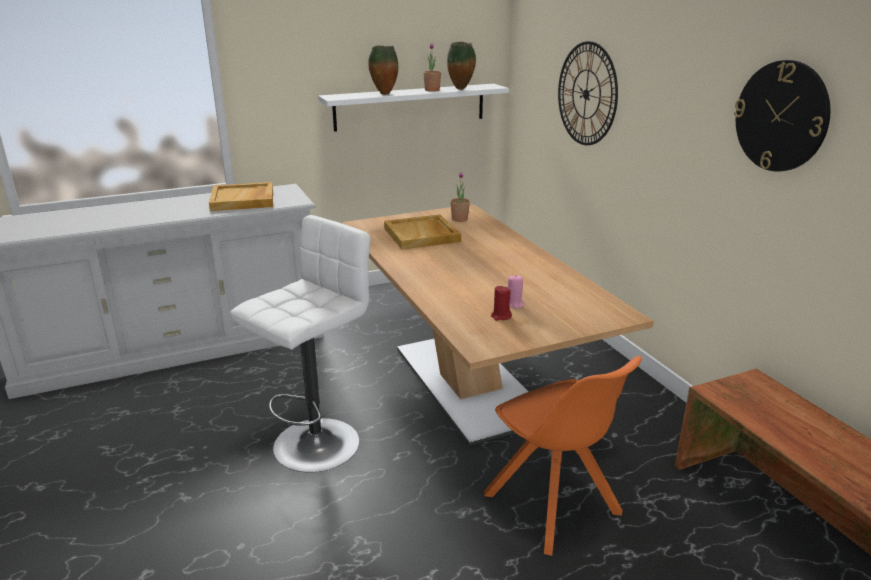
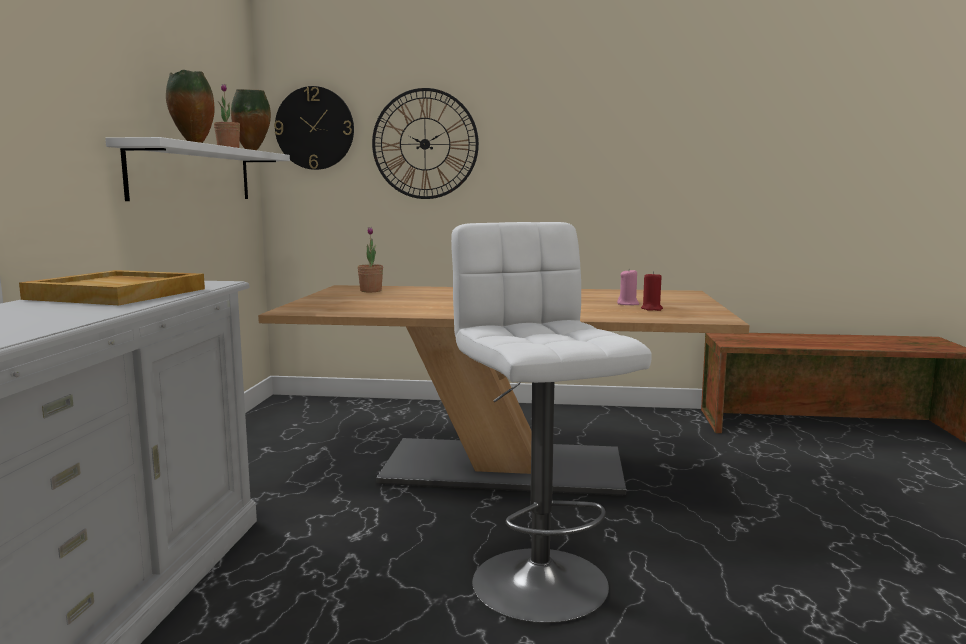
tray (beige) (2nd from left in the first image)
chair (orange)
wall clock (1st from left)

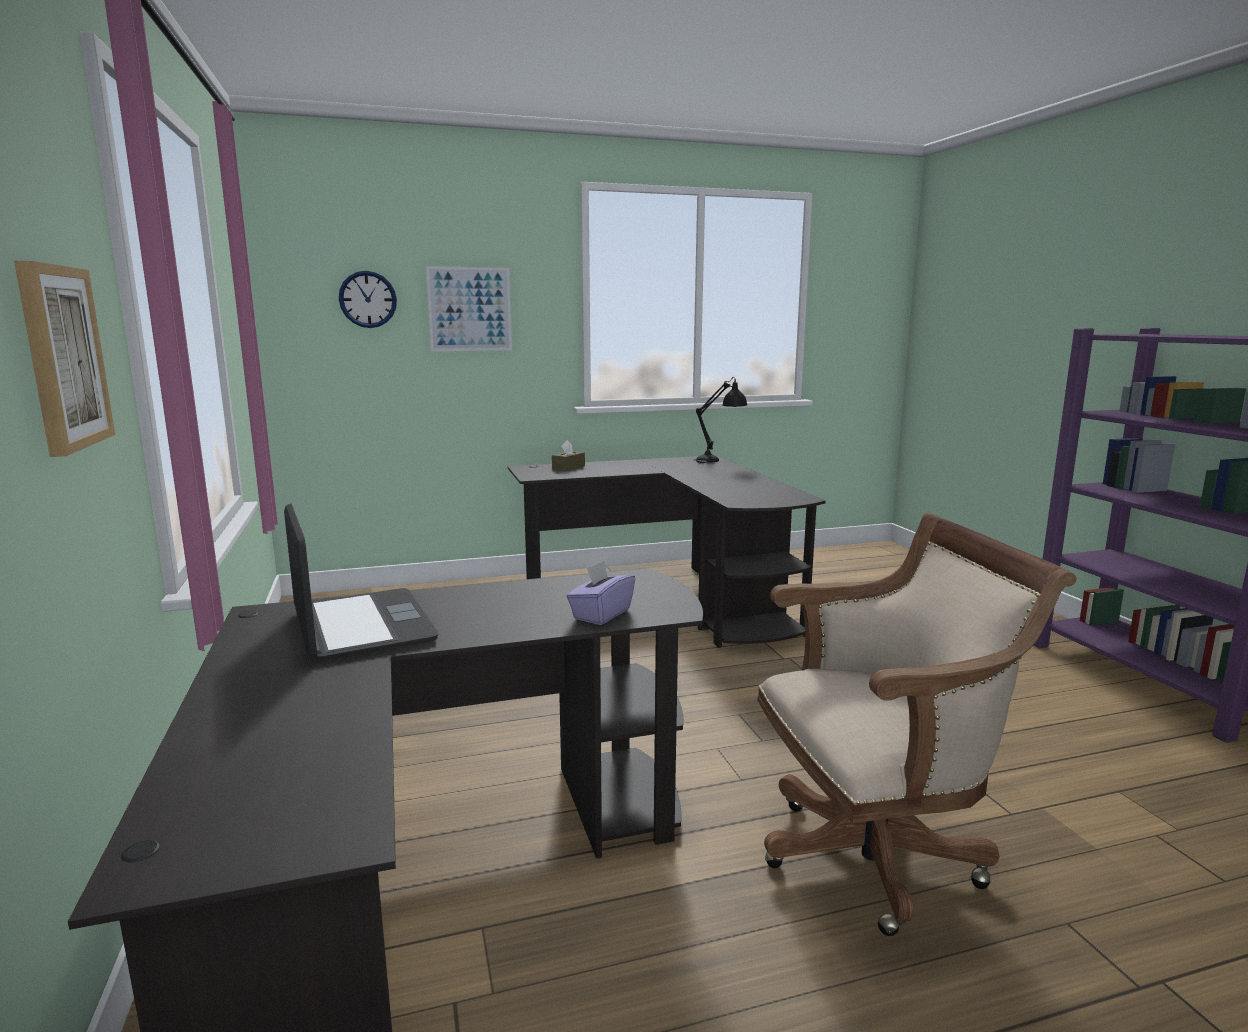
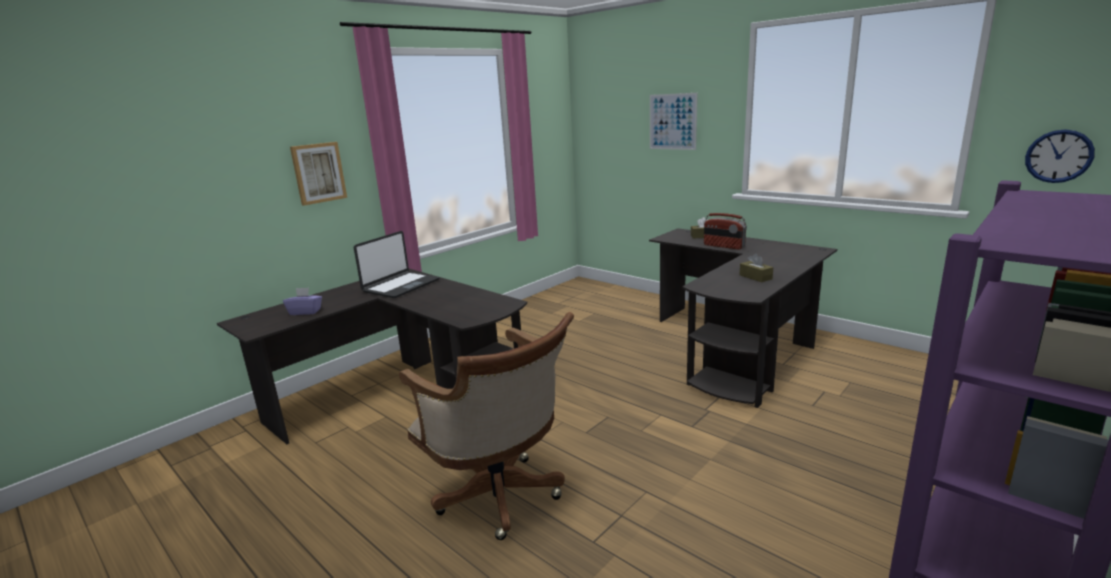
wall clock
tissue box (purple)
table lamp (black)
radio
tissue box (brown) (2nd from left)

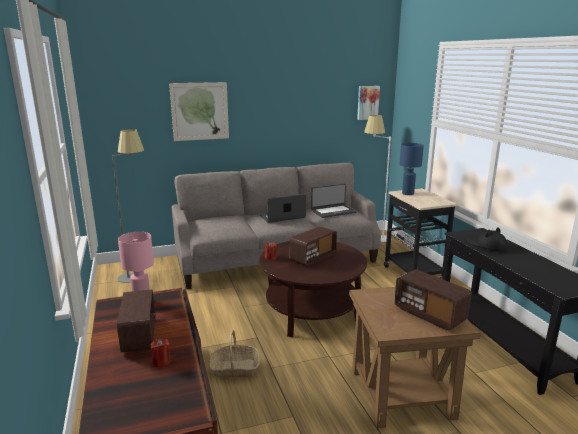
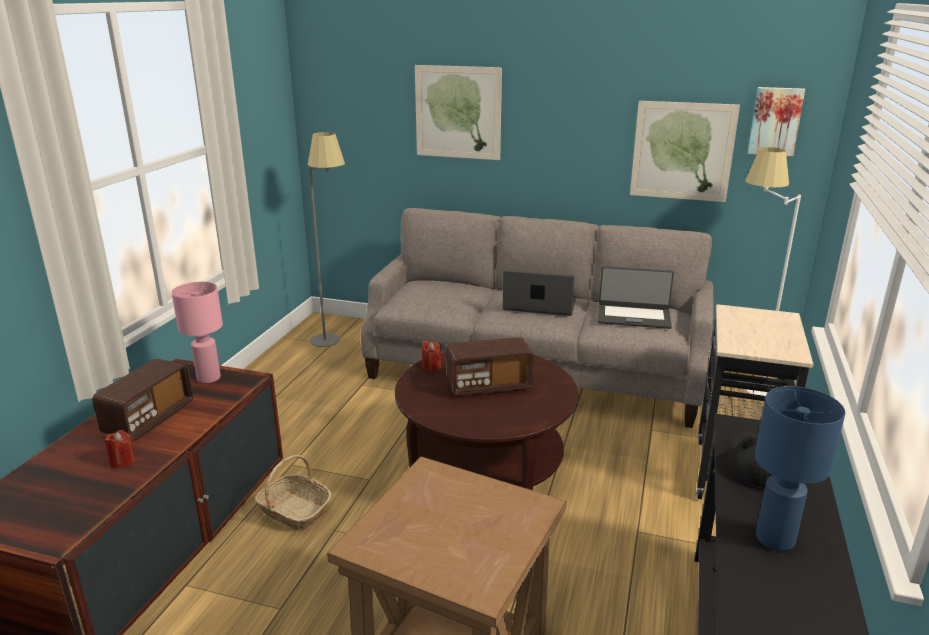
radio (3rd from left in the first image)
table lamp (blue)
picture (2nd from left)

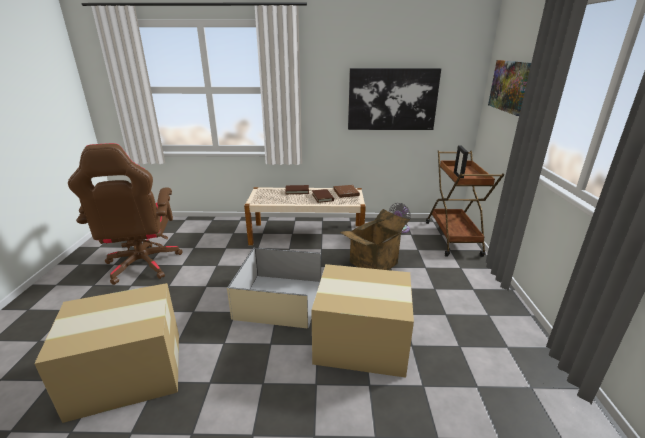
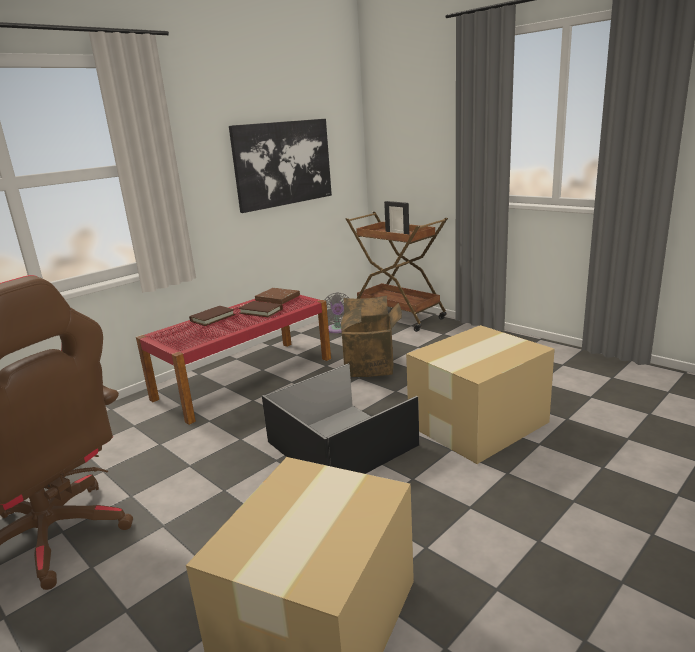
storage box (black)
bench (red)
picture (2nd from left in the first image)

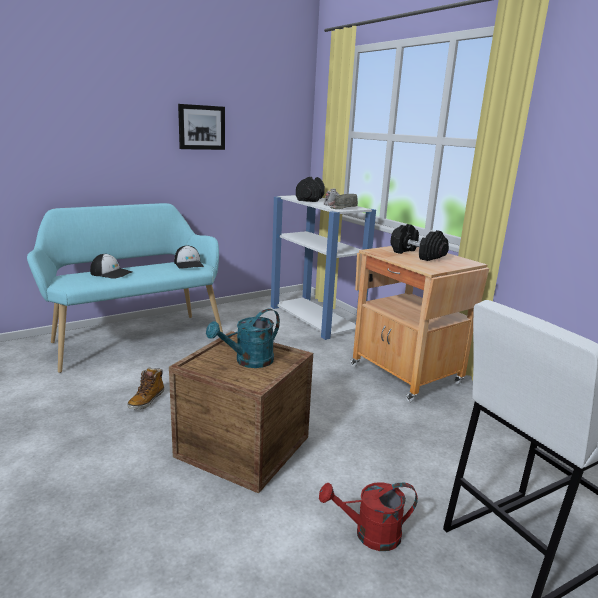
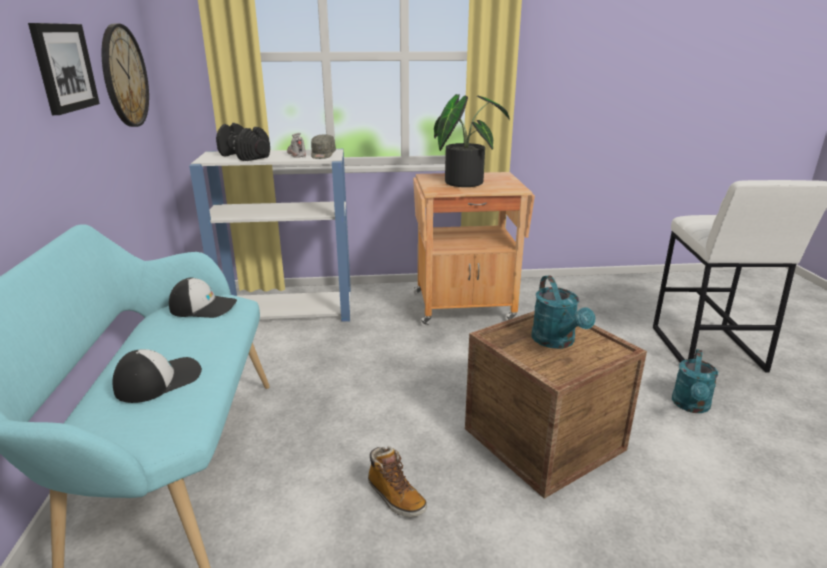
watering can (turquoise) (2nd from left)
potted plant
wall clock

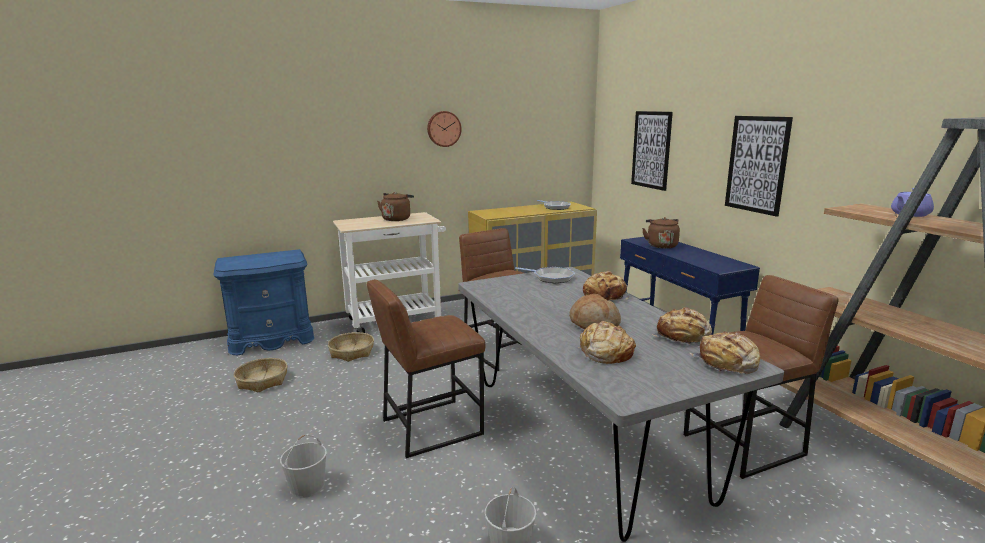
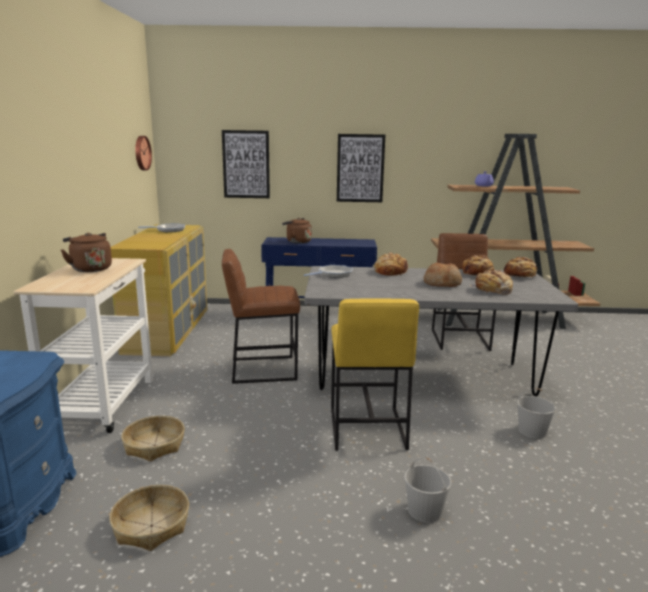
chair (yellow)
wall clock

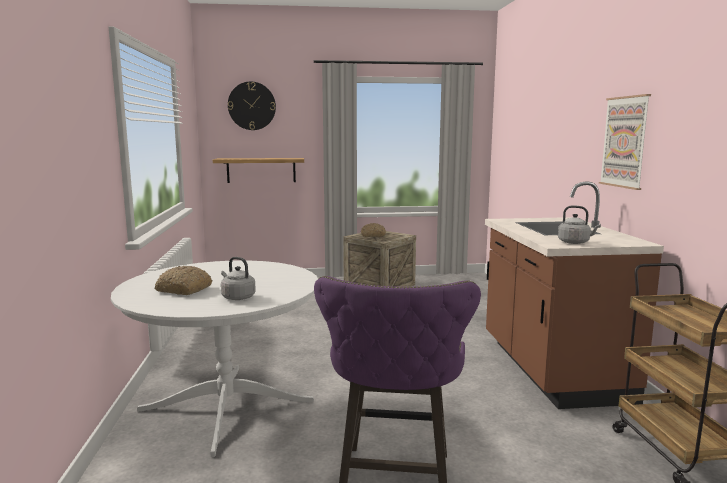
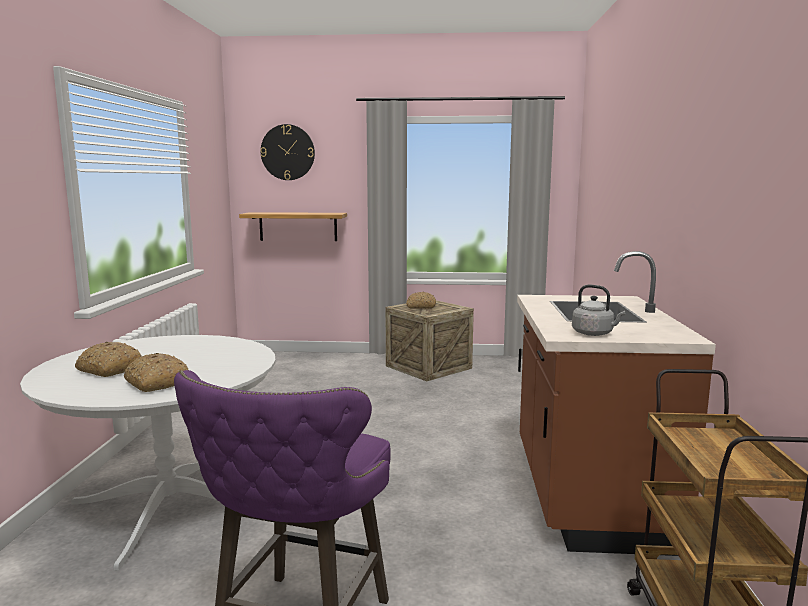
bread (2nd from left)
picture

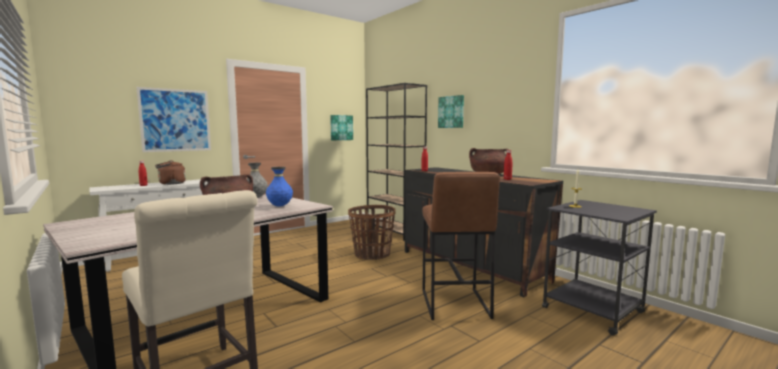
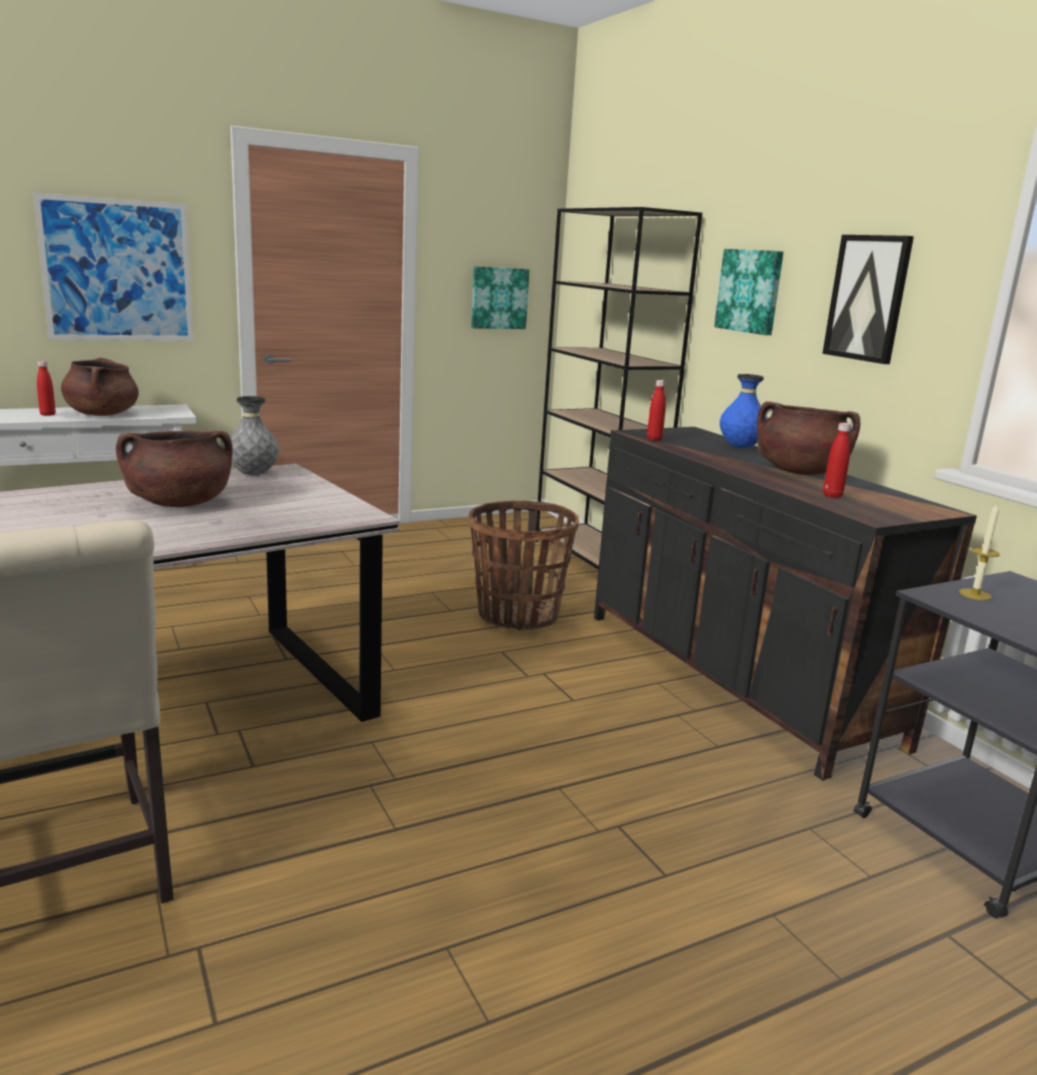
cooking pot (brown) (1st from left)
vase (blue)
stool (brown)
picture (4th from left)

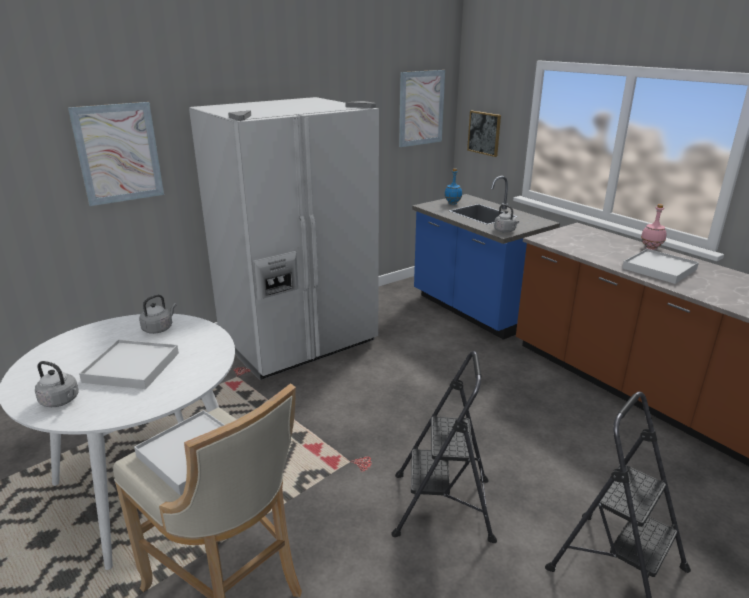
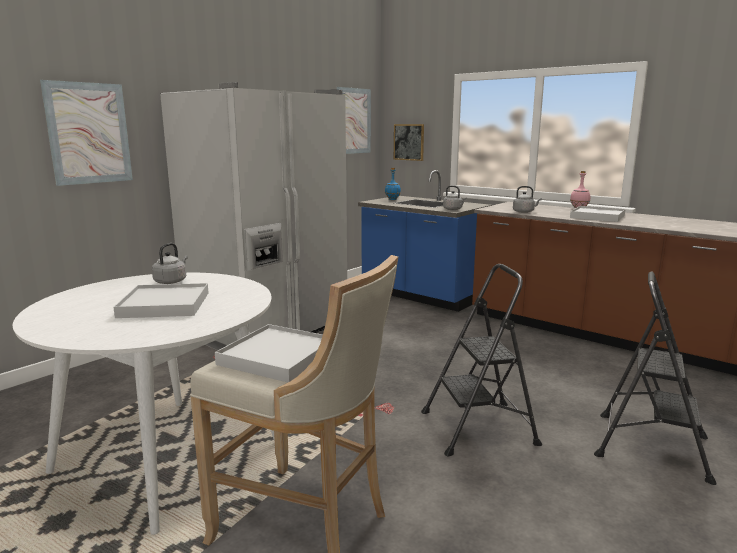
kettle (grey) (3rd from left)

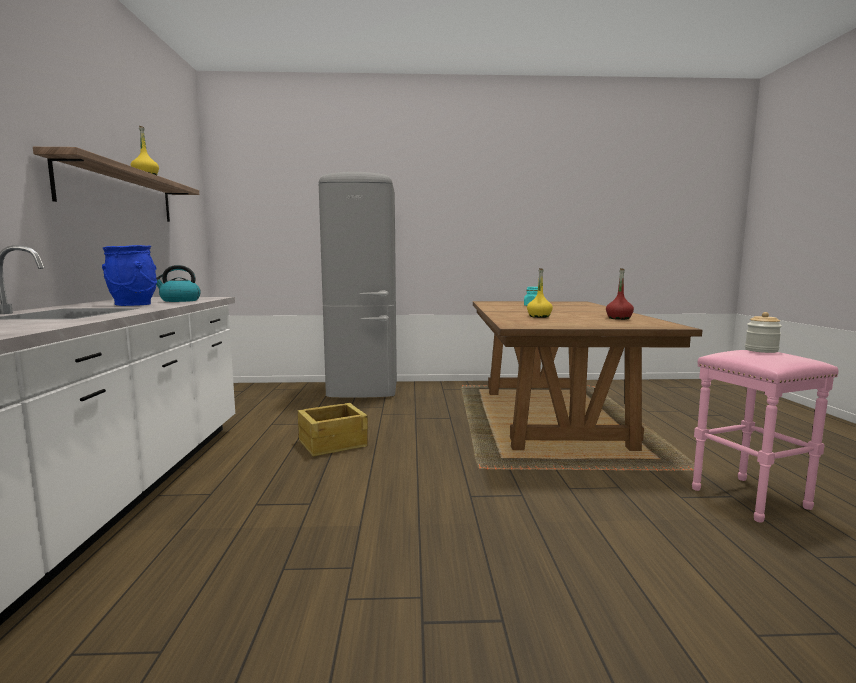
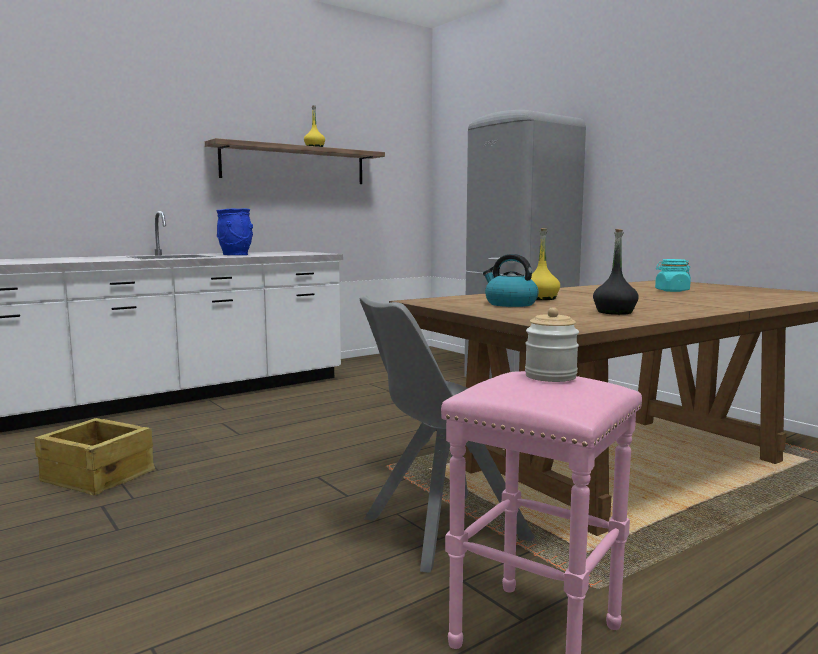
kettle
crate
bottle (black)
chair (grey)

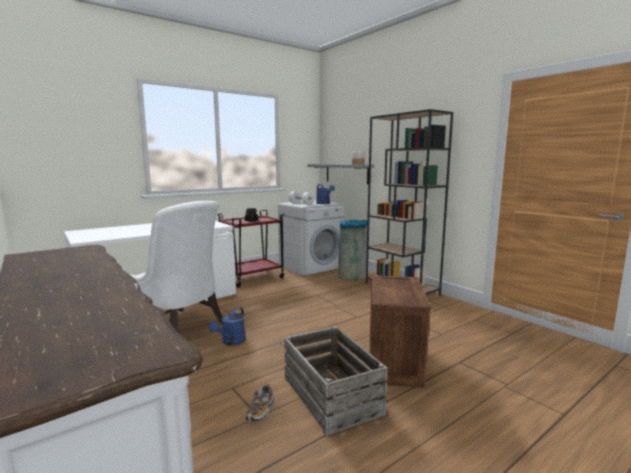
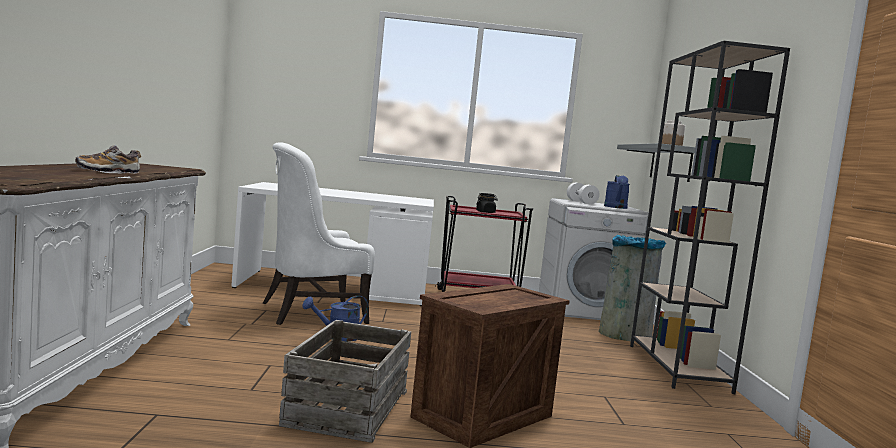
chair (white)
shoe

